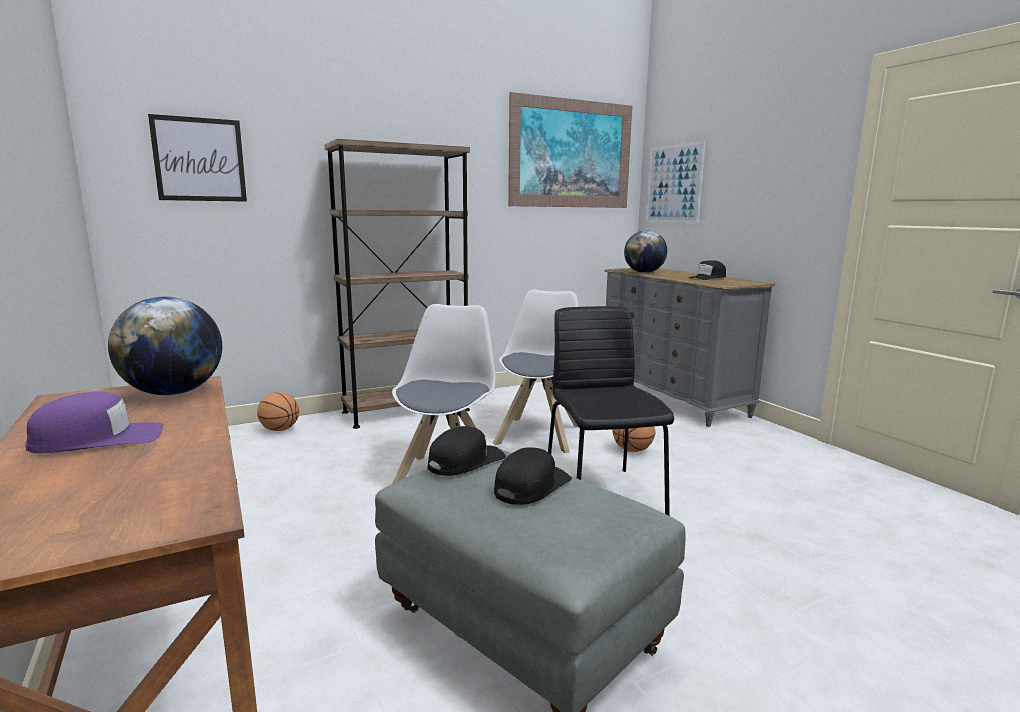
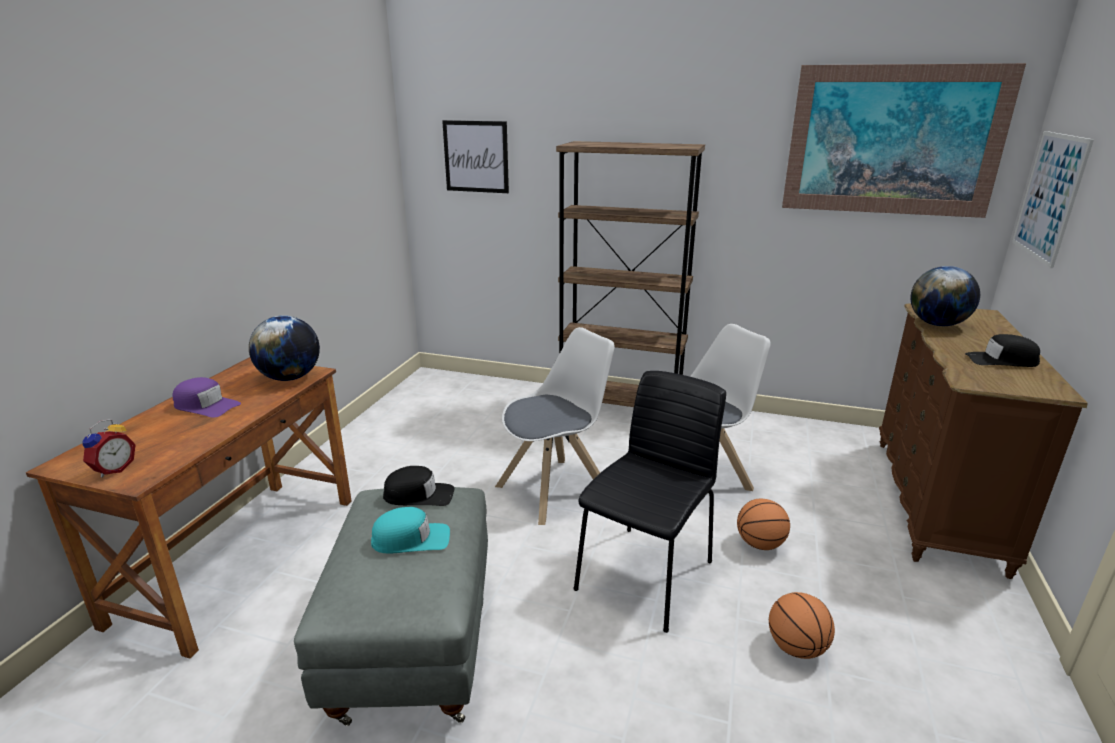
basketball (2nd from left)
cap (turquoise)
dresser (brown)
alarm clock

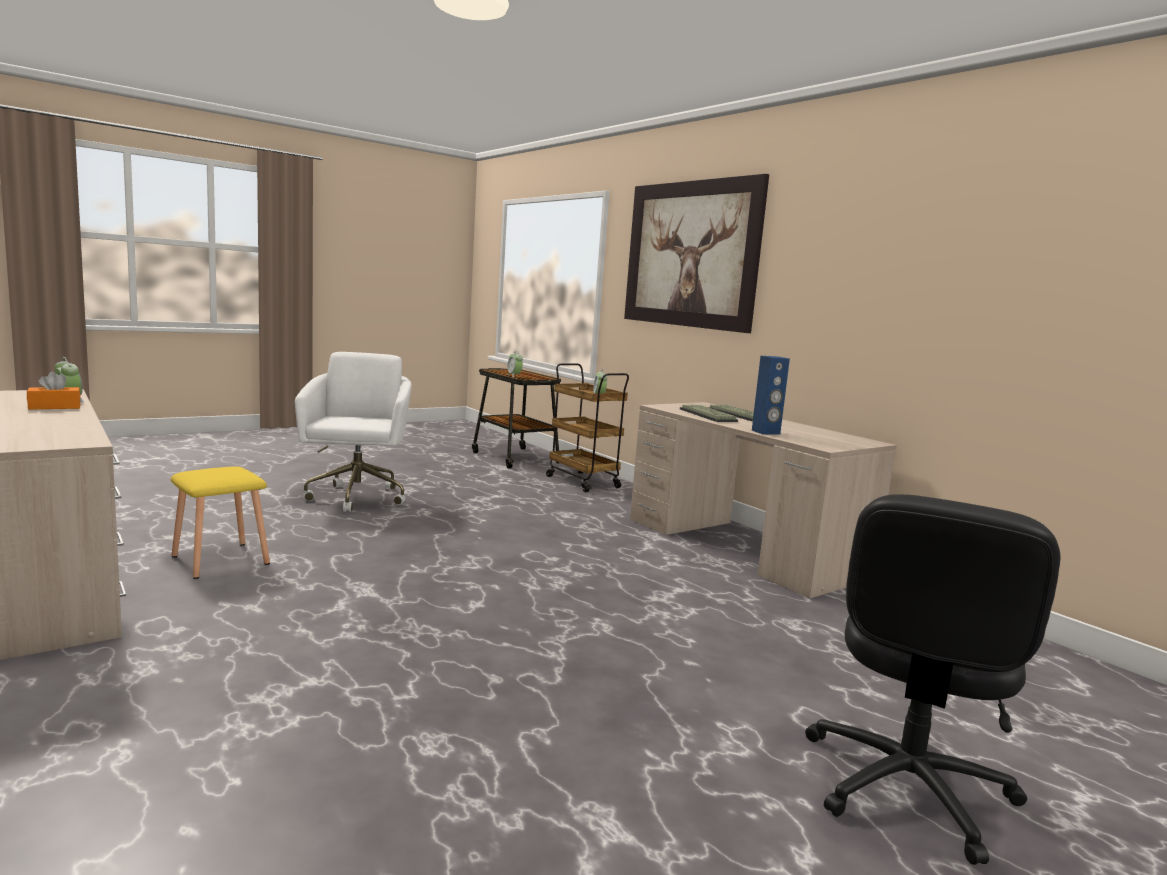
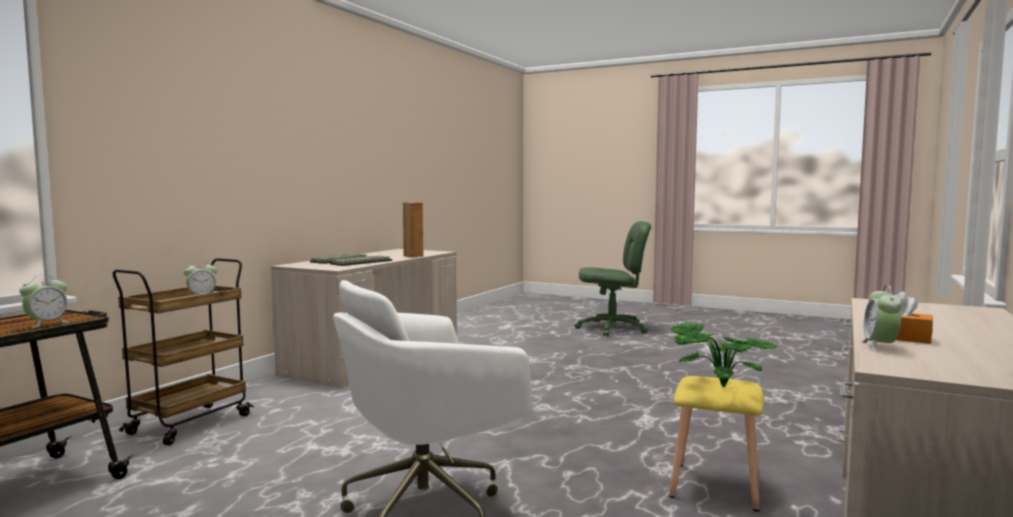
picture
speaker (brown)
office chair (green)
potted plant

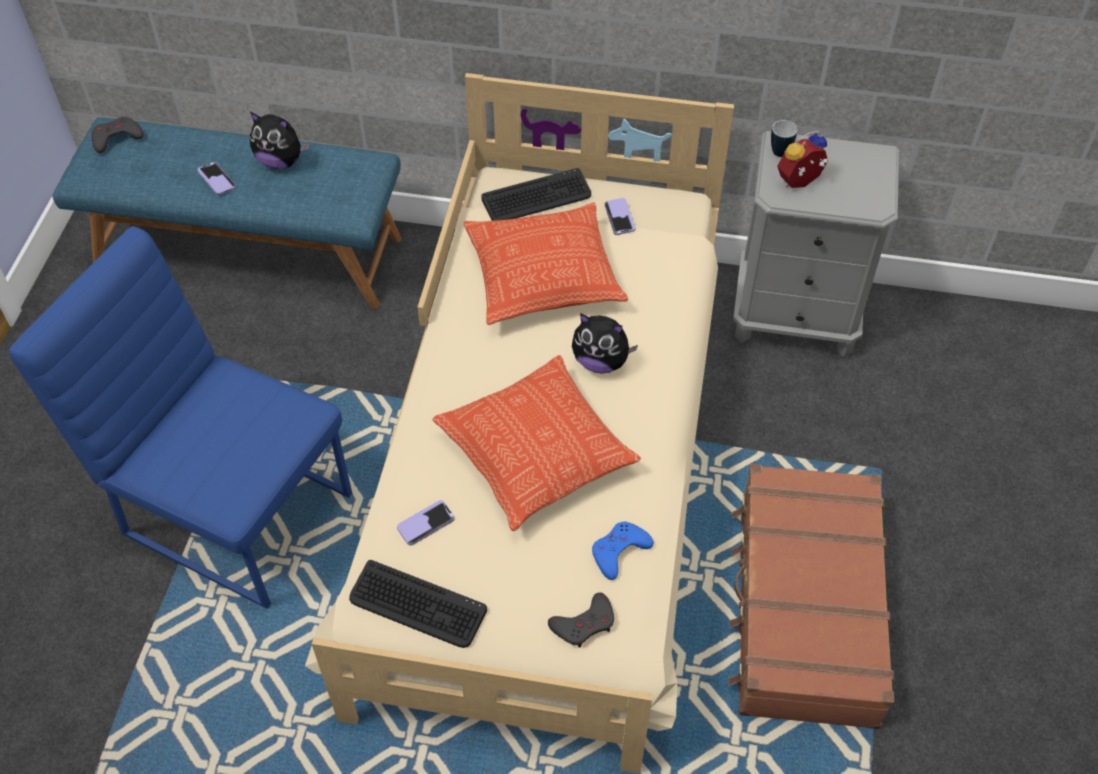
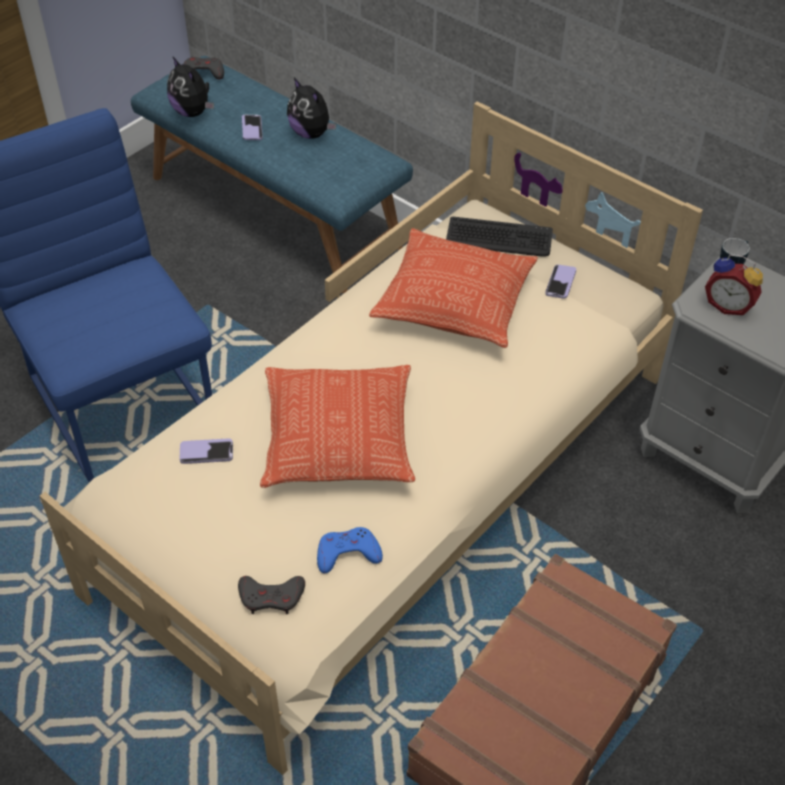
keyboard (1st from left in the first image)
plush toy (1st from left)
alarm clock

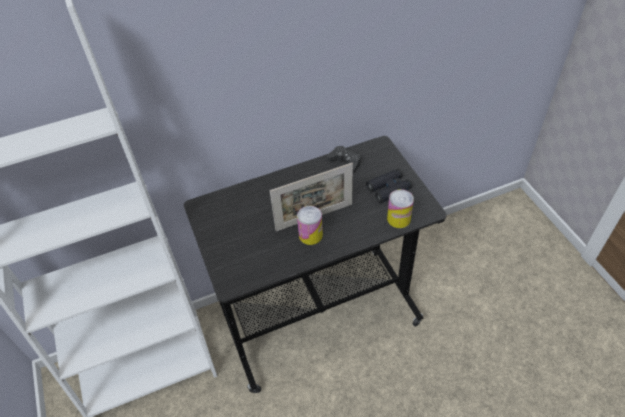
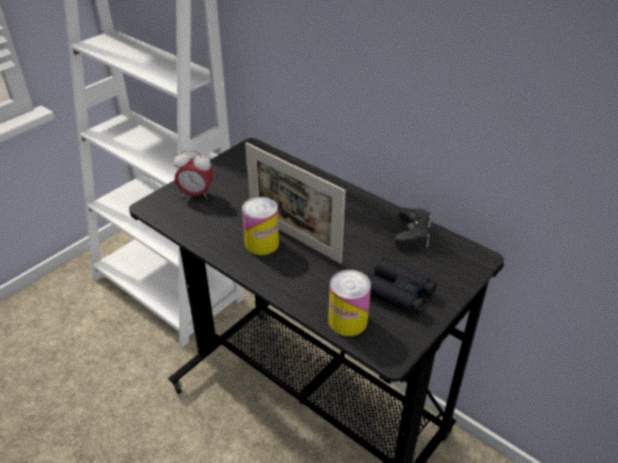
alarm clock

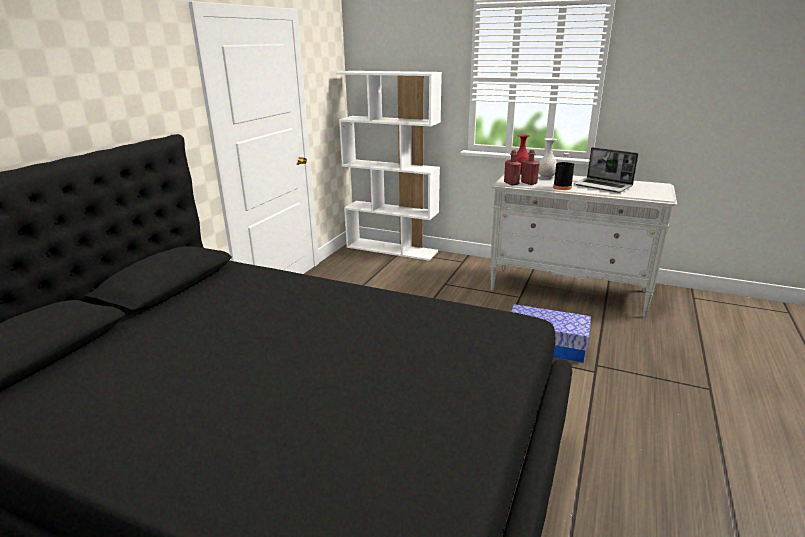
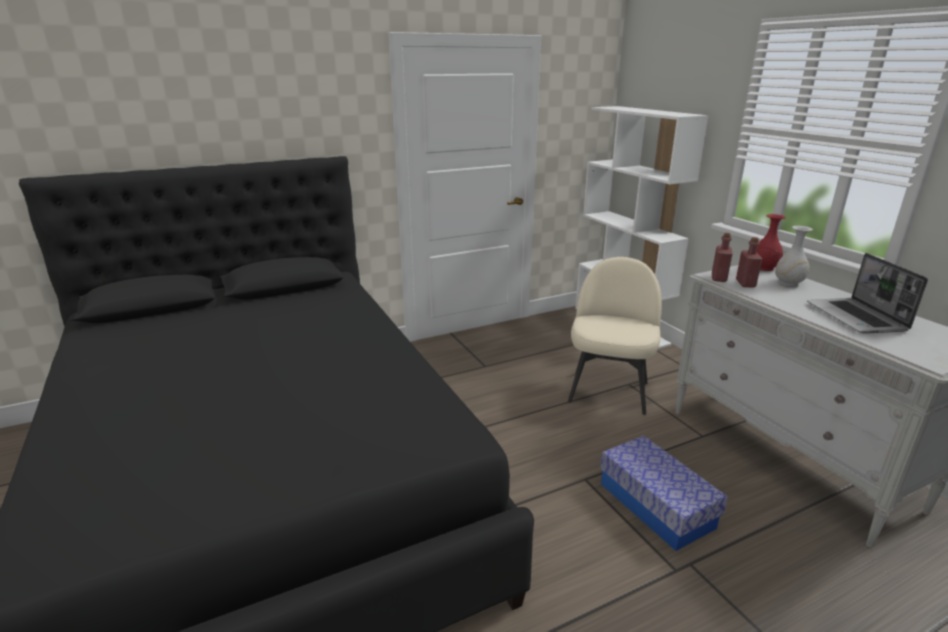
bottle (black)
chair (beige)

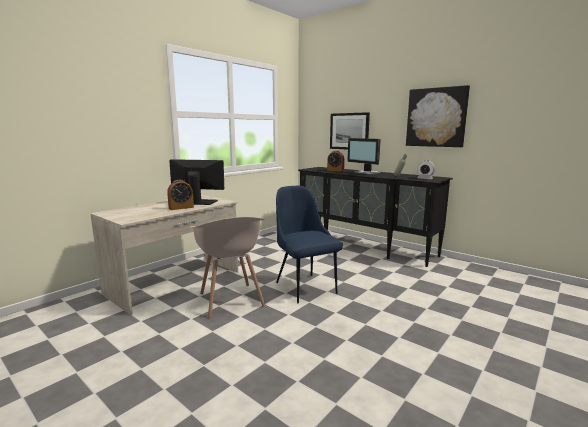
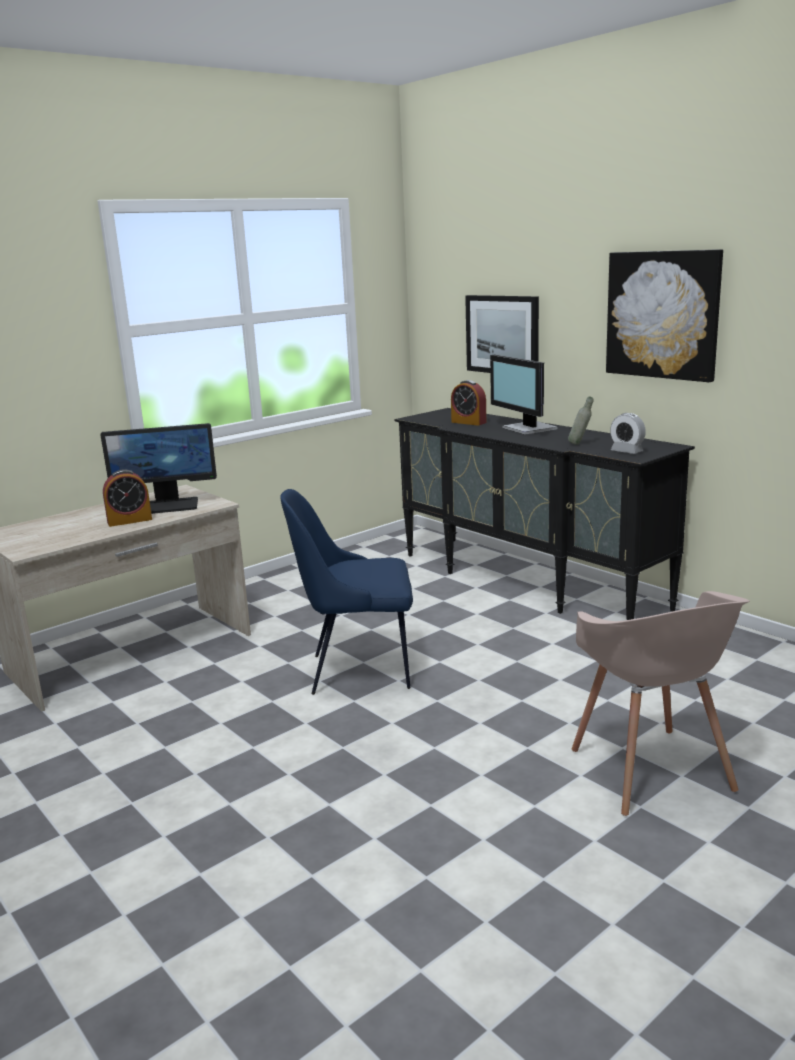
monitor (1st from left)
chair (beige)
chair (blue)

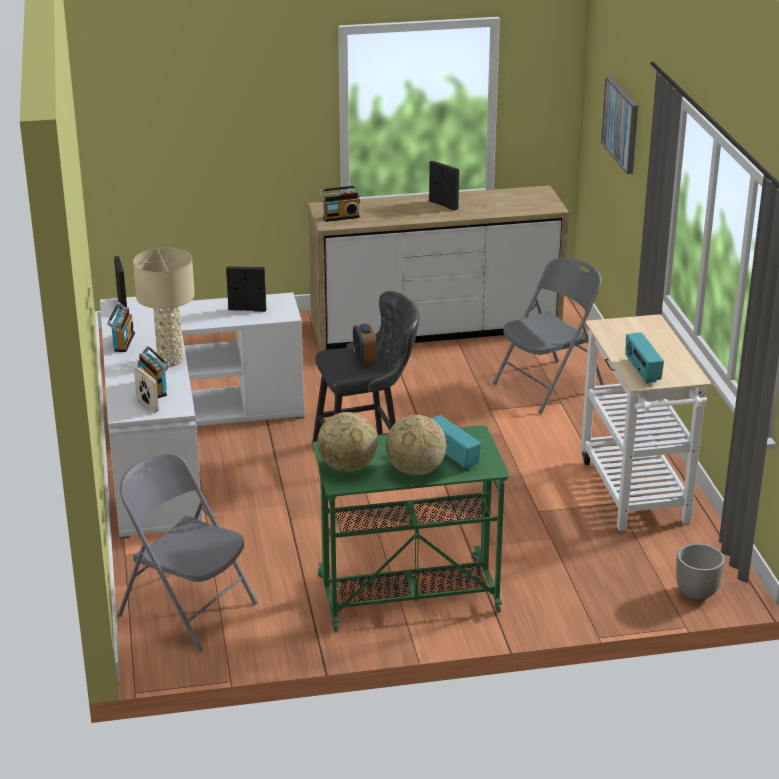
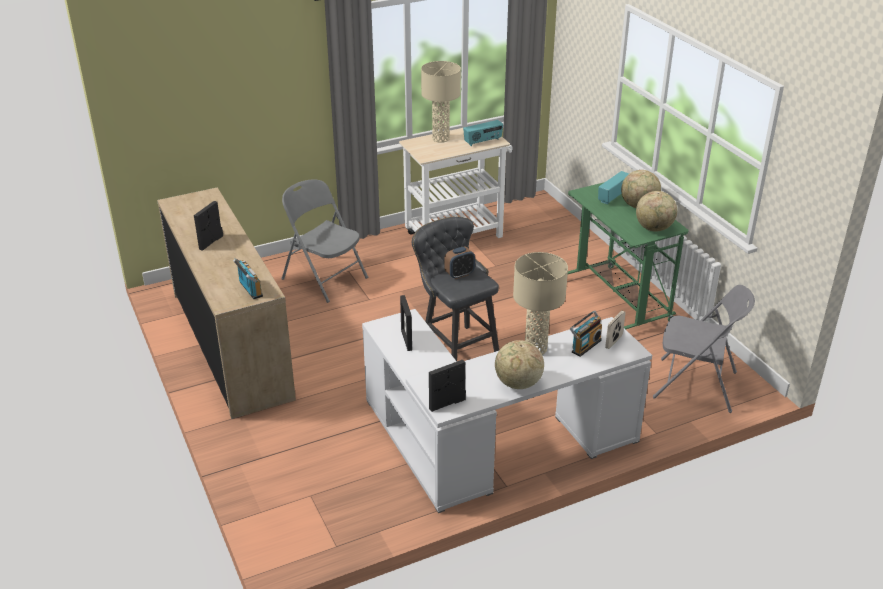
globe (1st from left)
chair (grey) (2nd from left)
picture
planter
table lamp (beige) (1st from left)

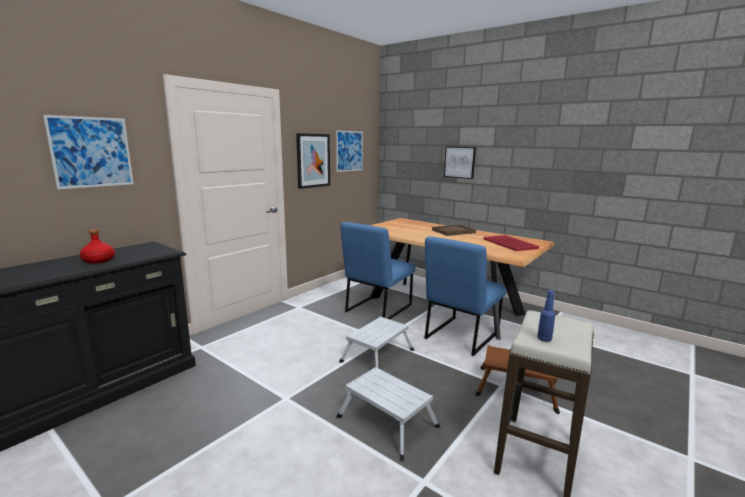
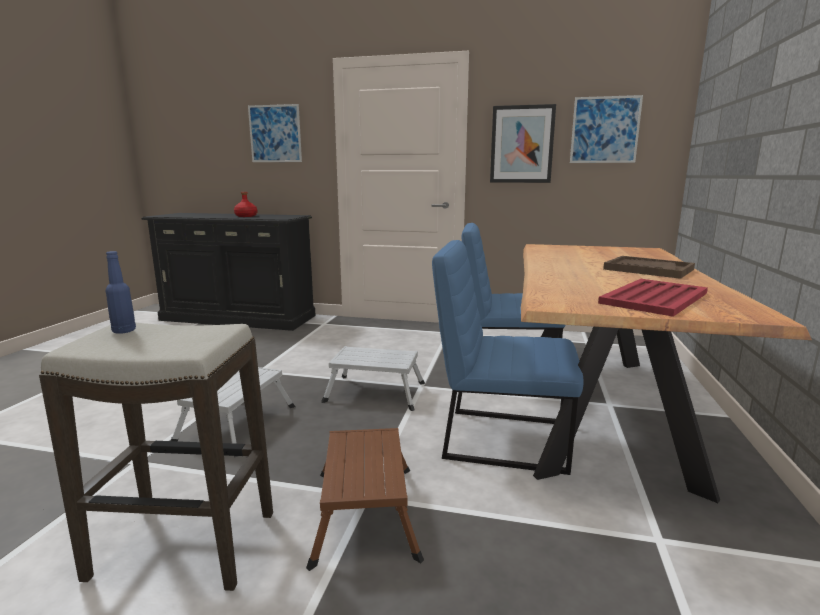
picture (4th from left in the first image)

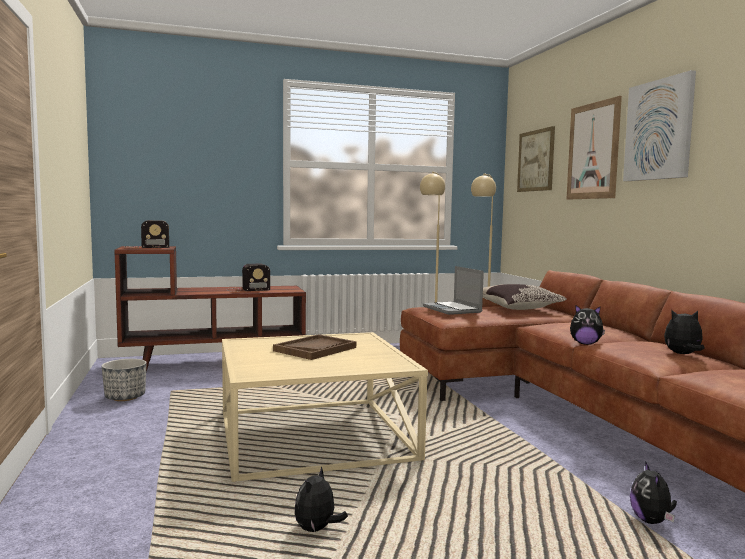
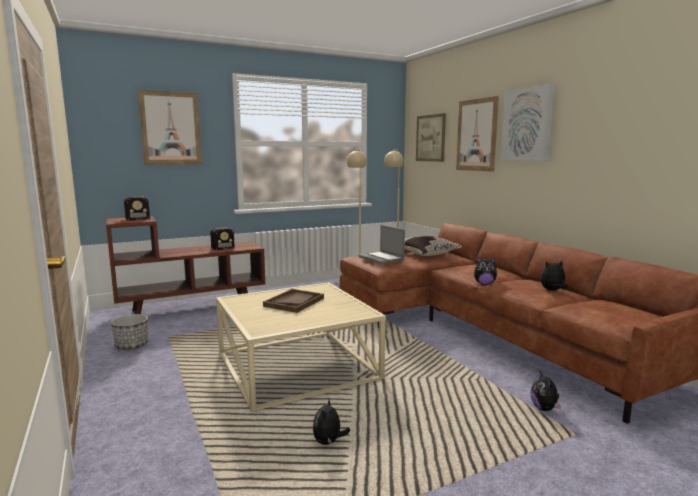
picture (1st from left)

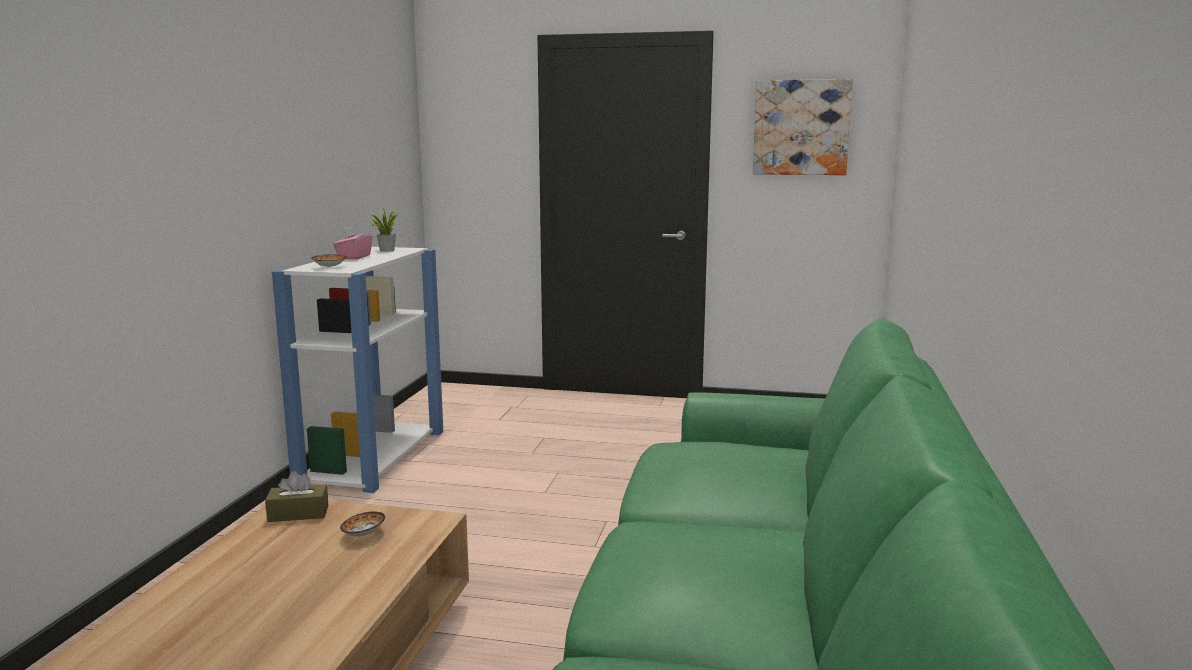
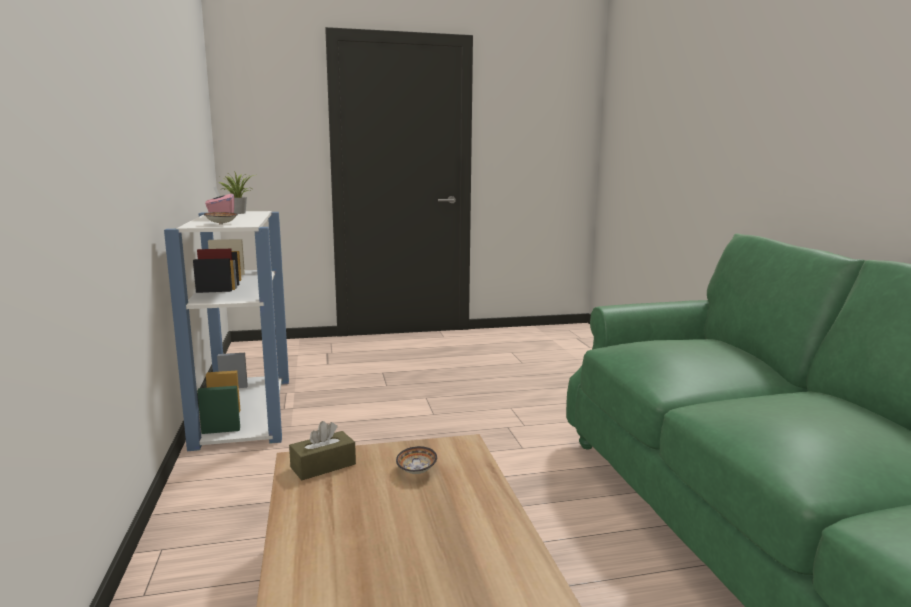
picture

